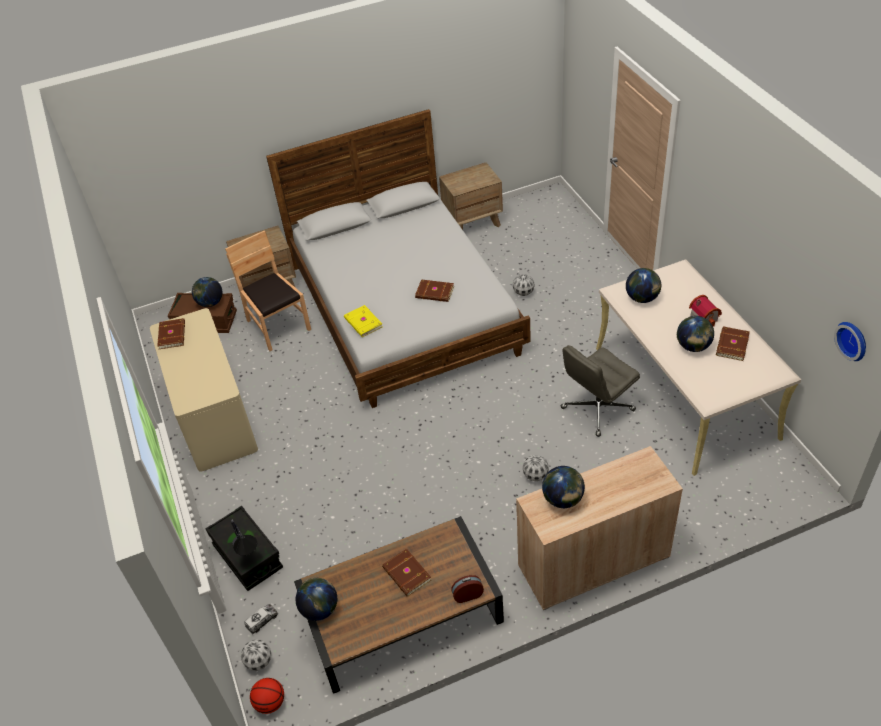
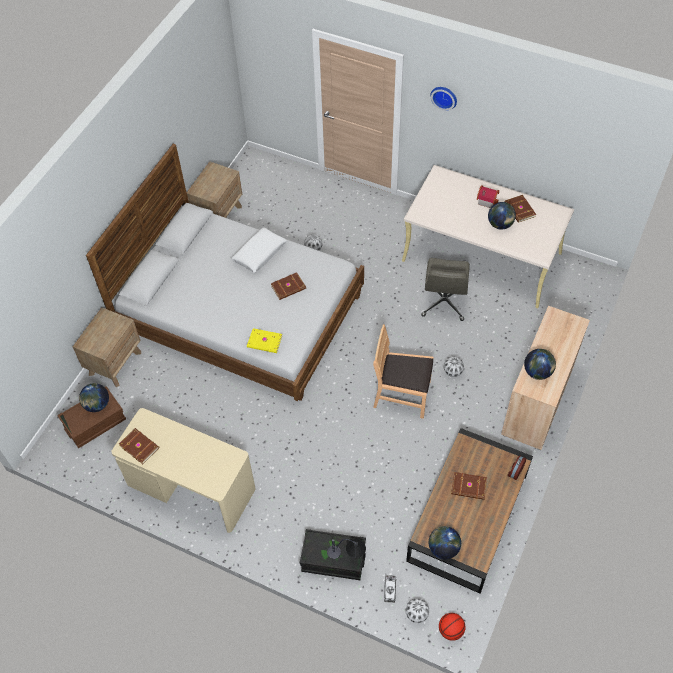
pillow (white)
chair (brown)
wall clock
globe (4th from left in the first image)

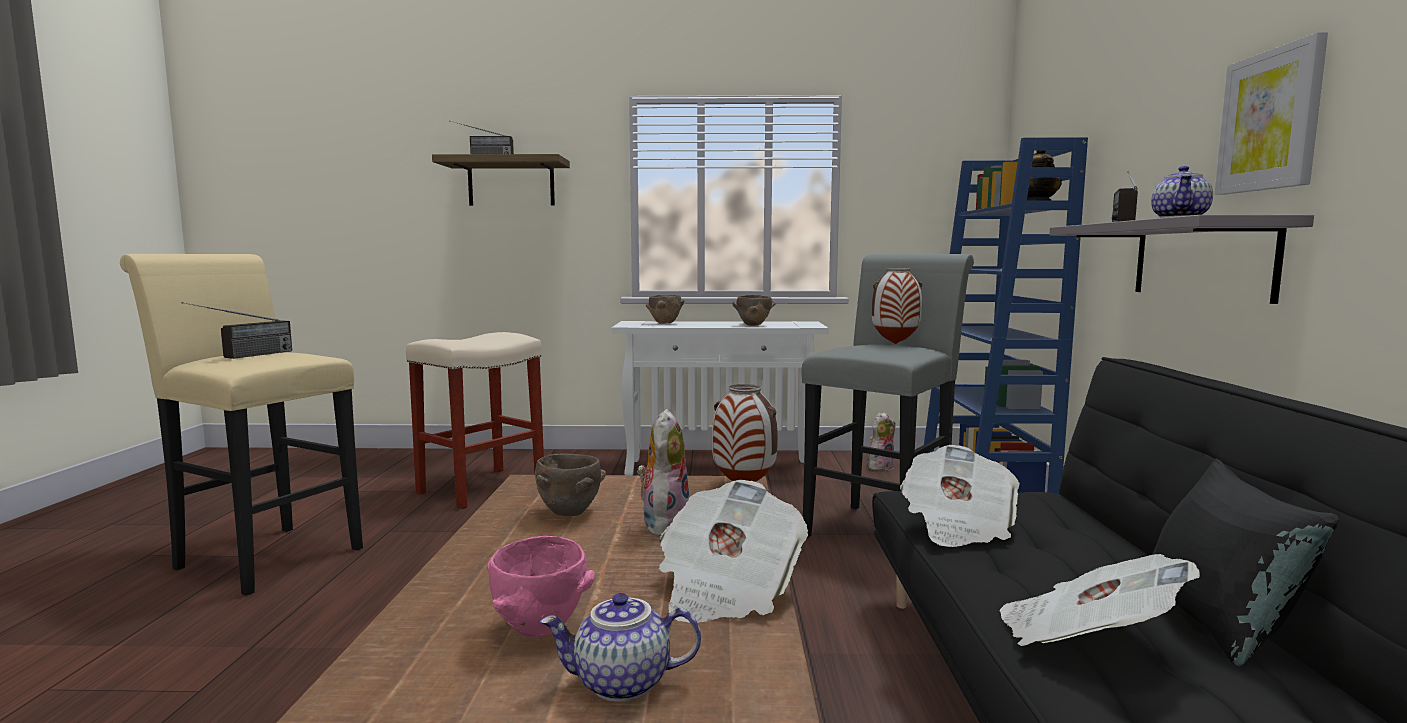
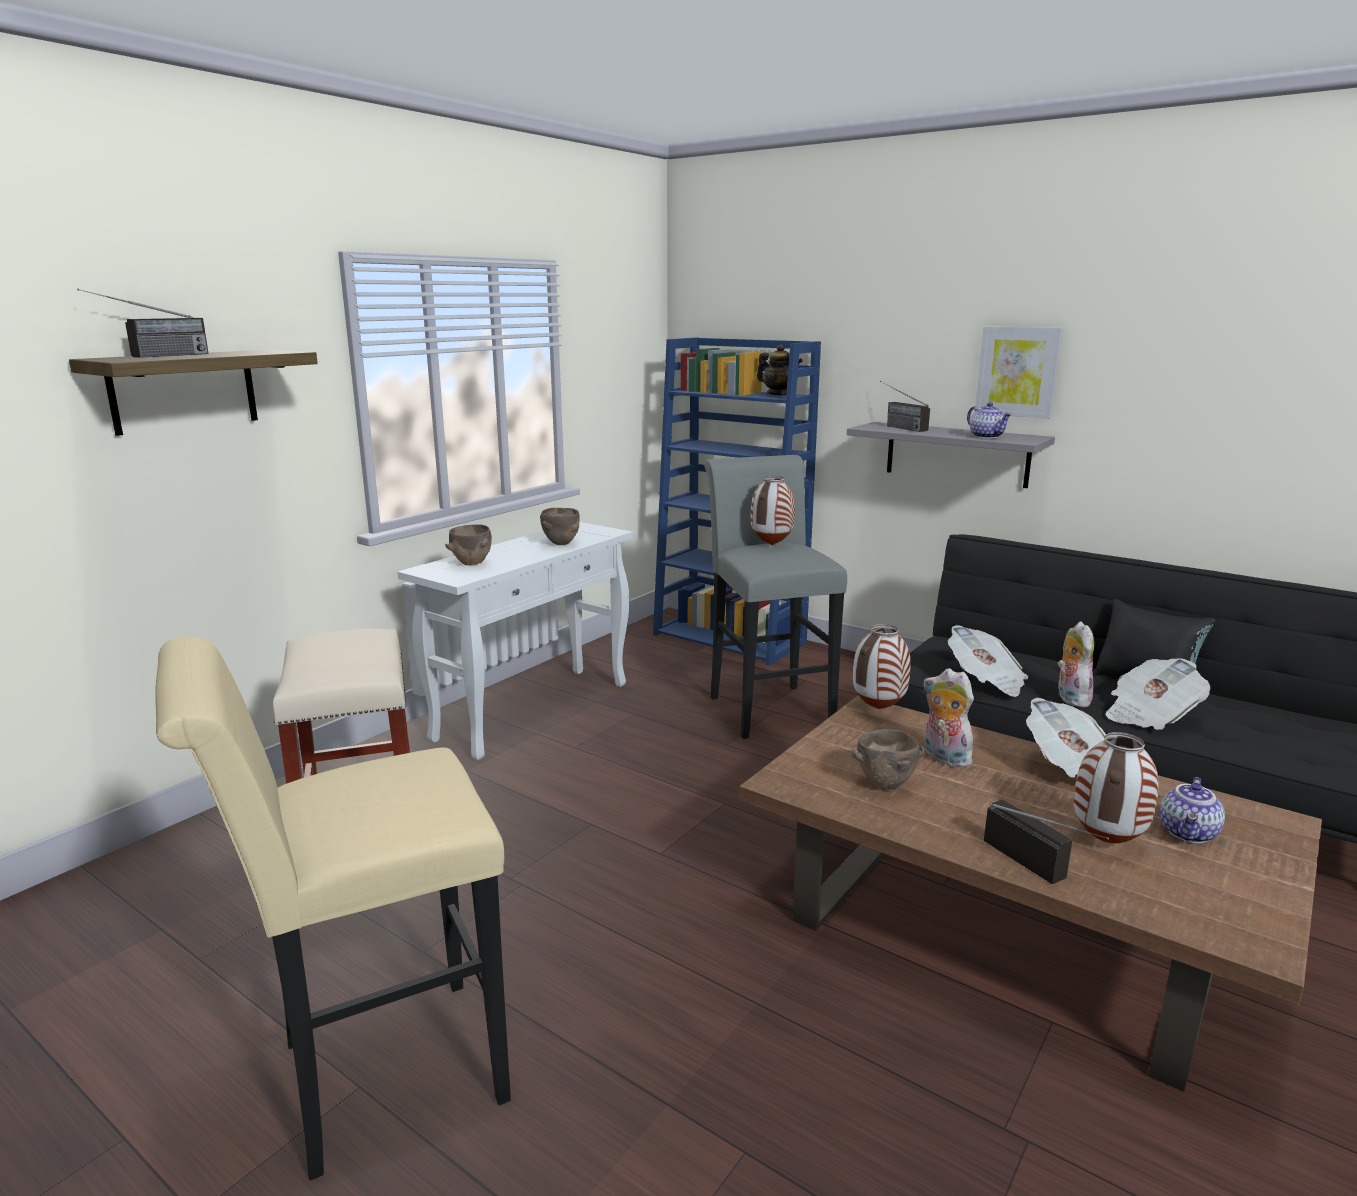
radio (3rd from left)
plush toy (2nd from left)
vase (3rd from left)

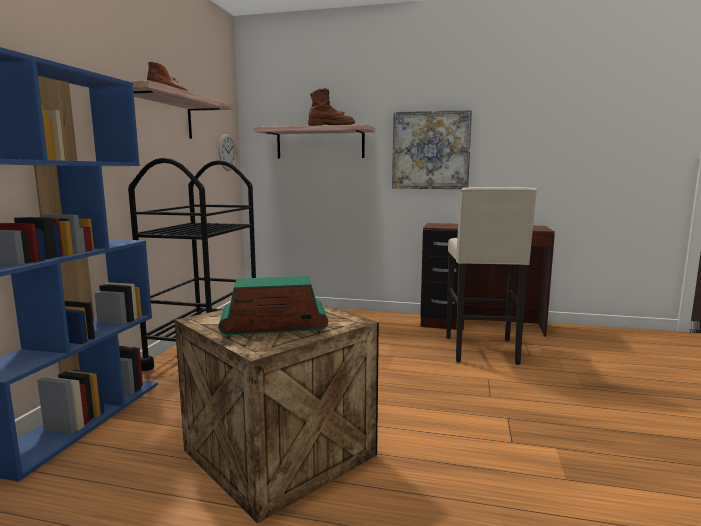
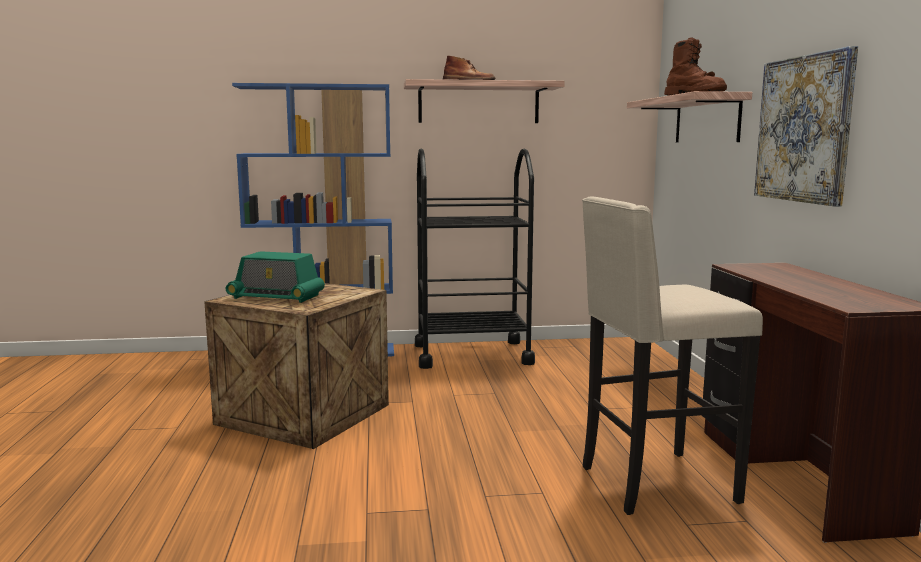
radio
wall clock

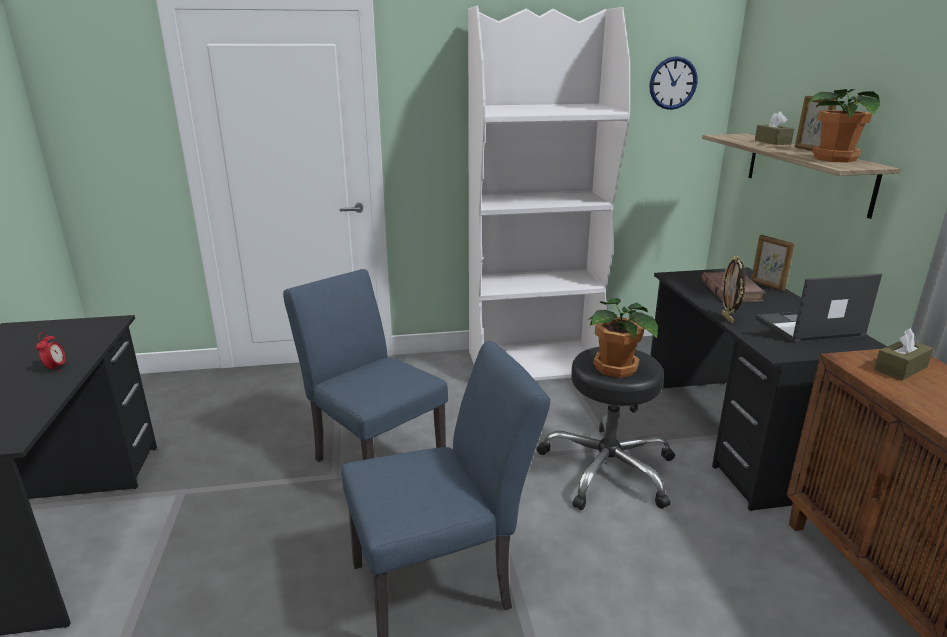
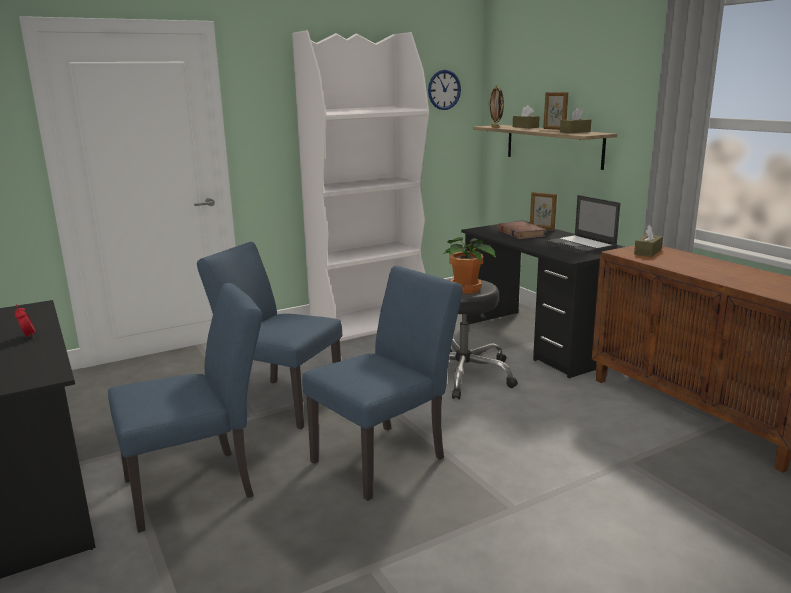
chair (blue) (1st from left)
picture frame (1st from left)
laptop
tissue box (brown) (2nd from left)

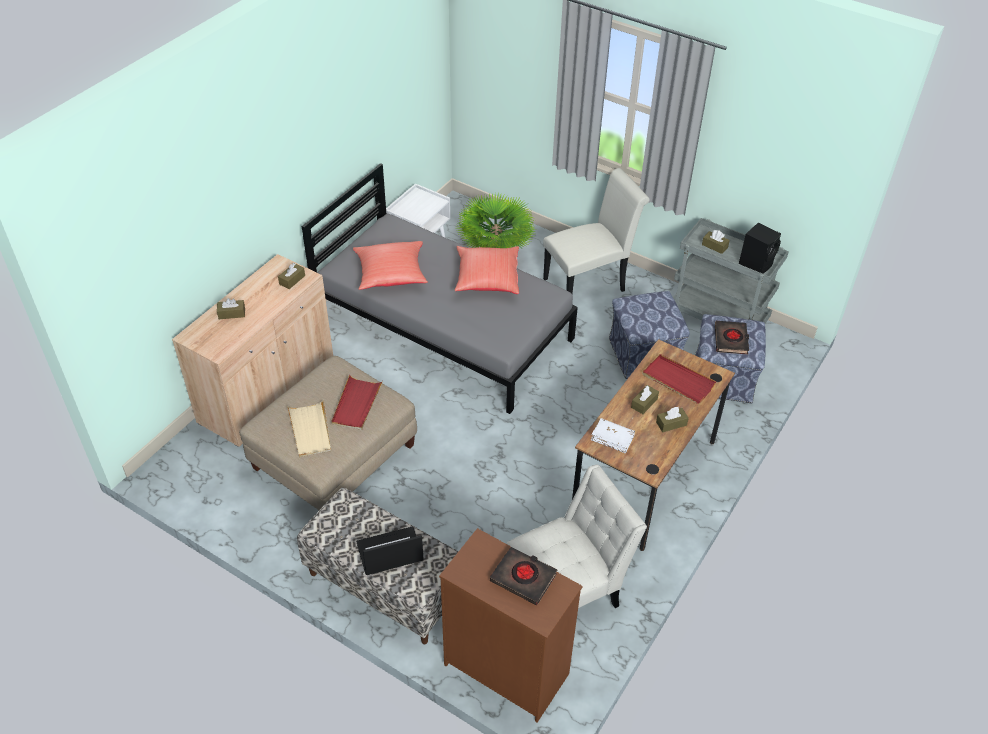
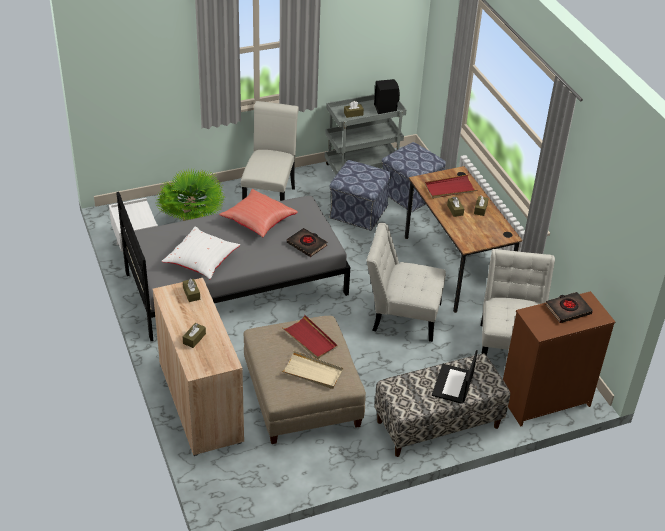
pillow (white)
book (black) (1st from left)
chair (white) (2nd from left)
book (white)

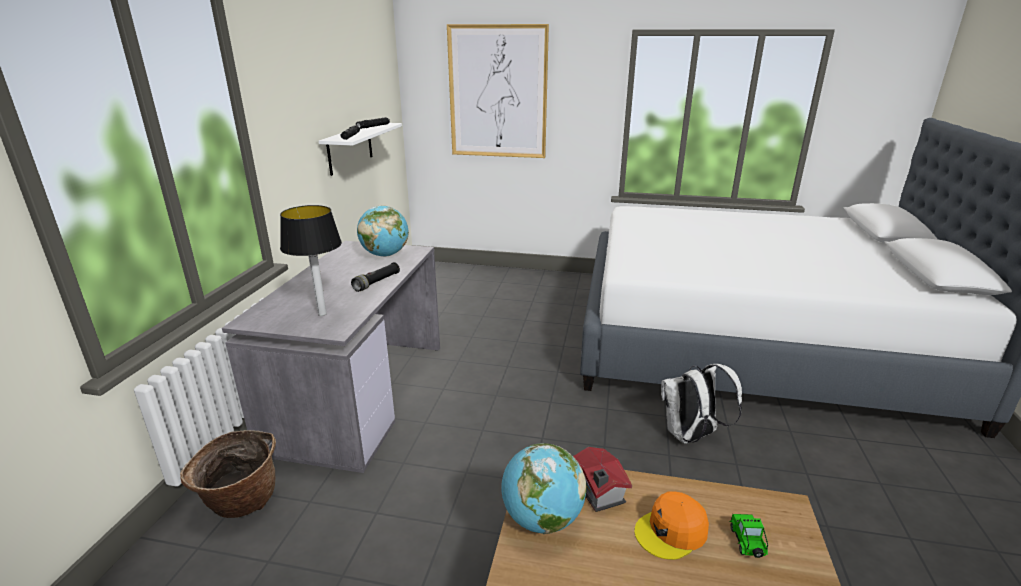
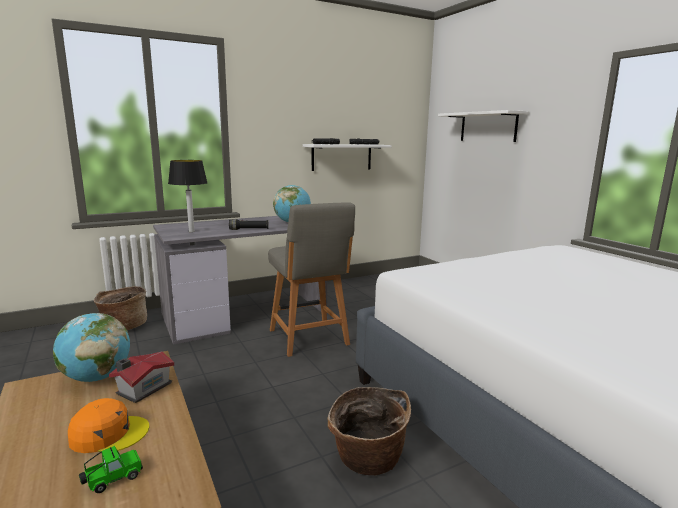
cap (orange)
chair (grey)
basket (2nd from left)
shelf (white) (2nd from left)

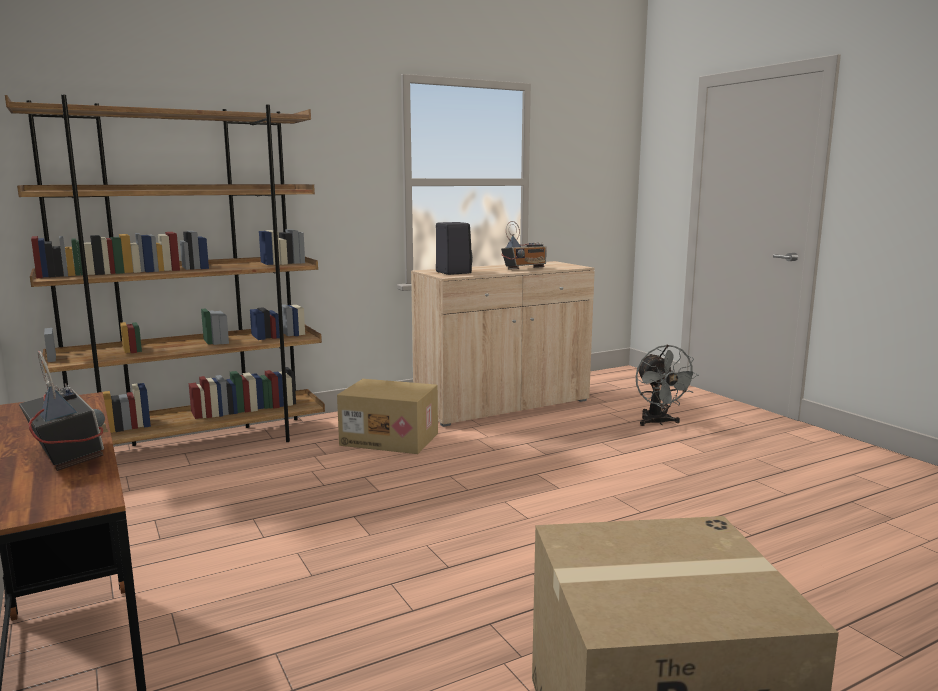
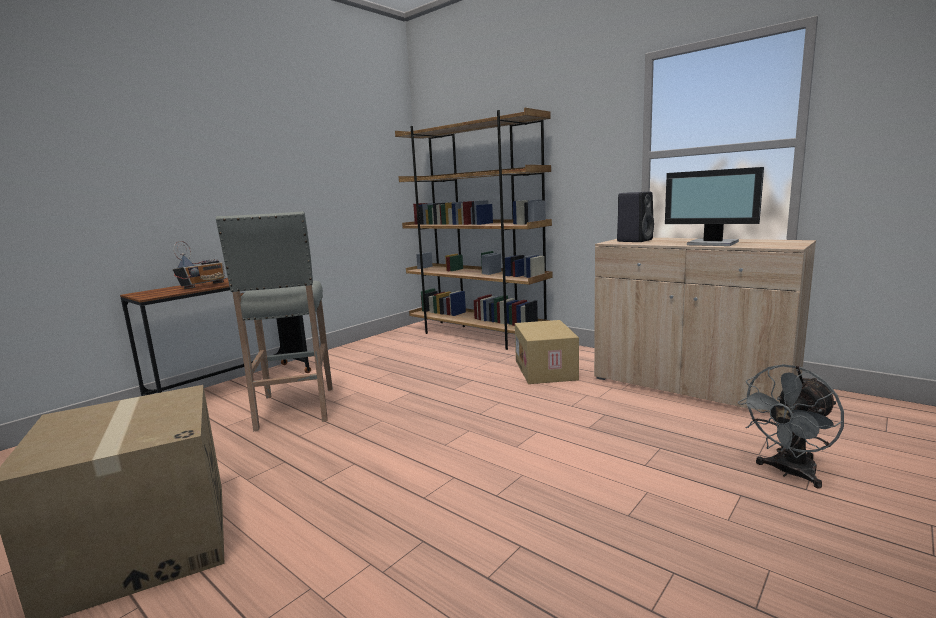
stool (grey)
monitor

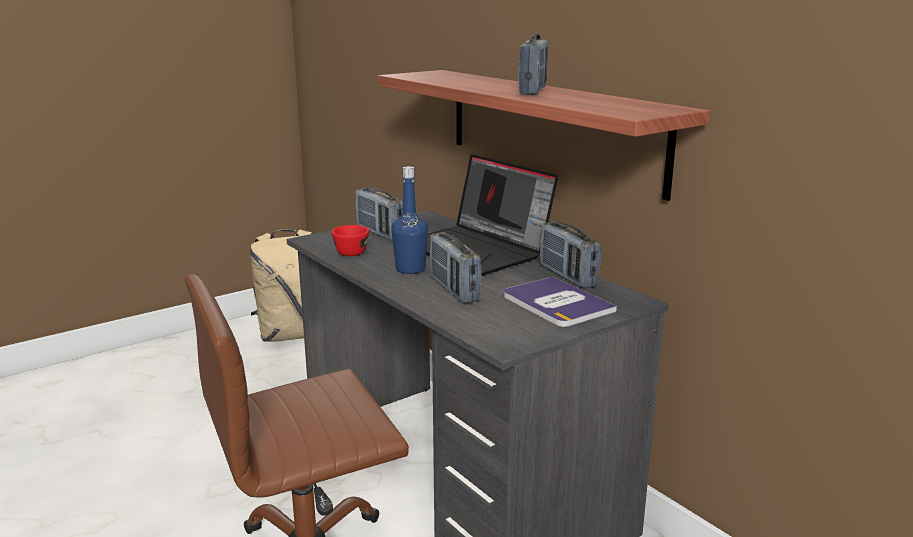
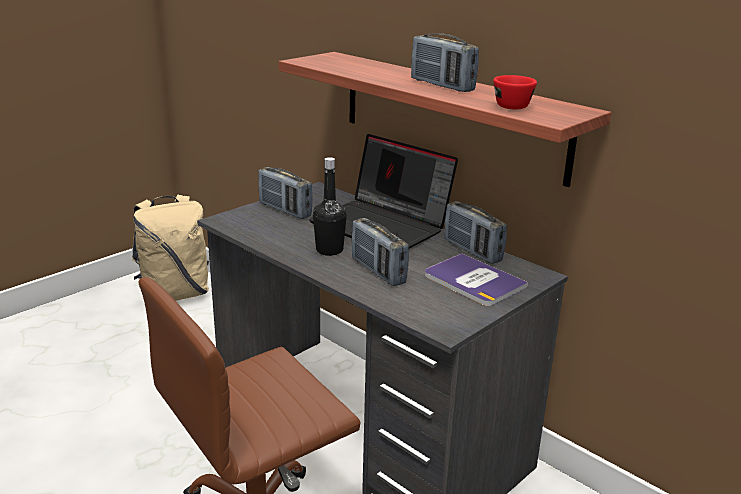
bottle (black)
radio (3rd from left)
cup (red)

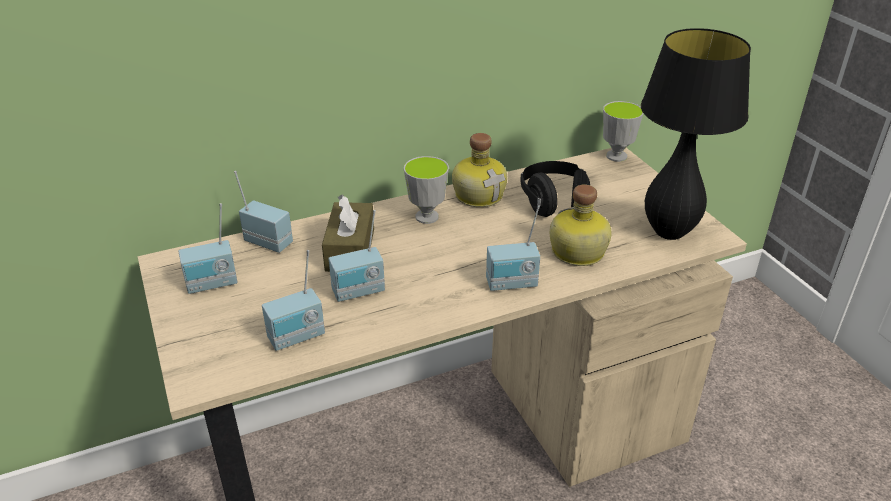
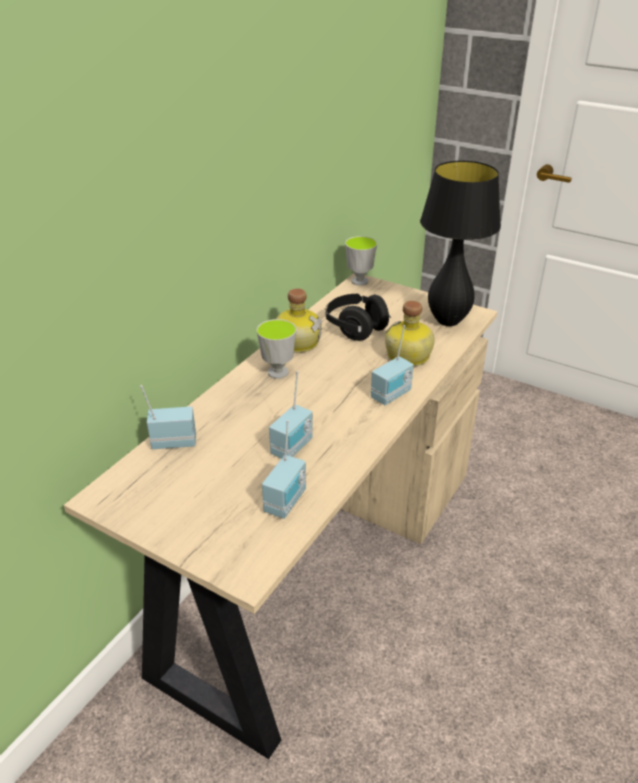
radio (1st from left in the first image)
tissue box (brown)

